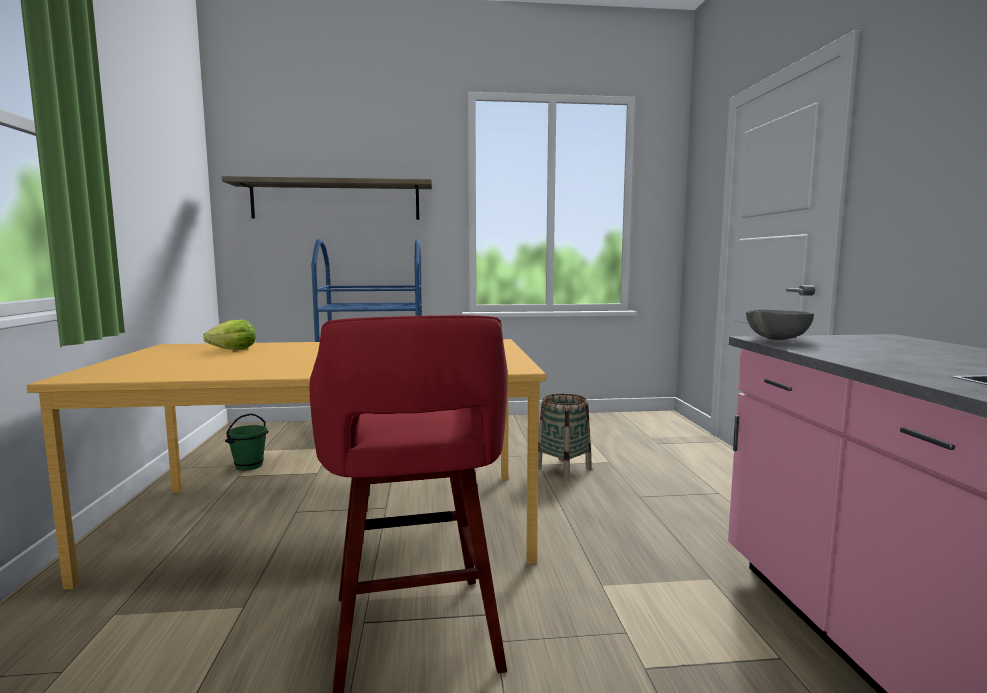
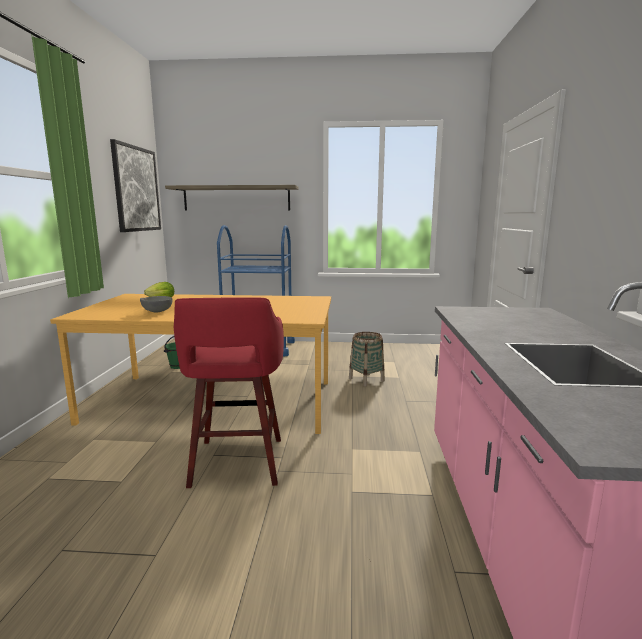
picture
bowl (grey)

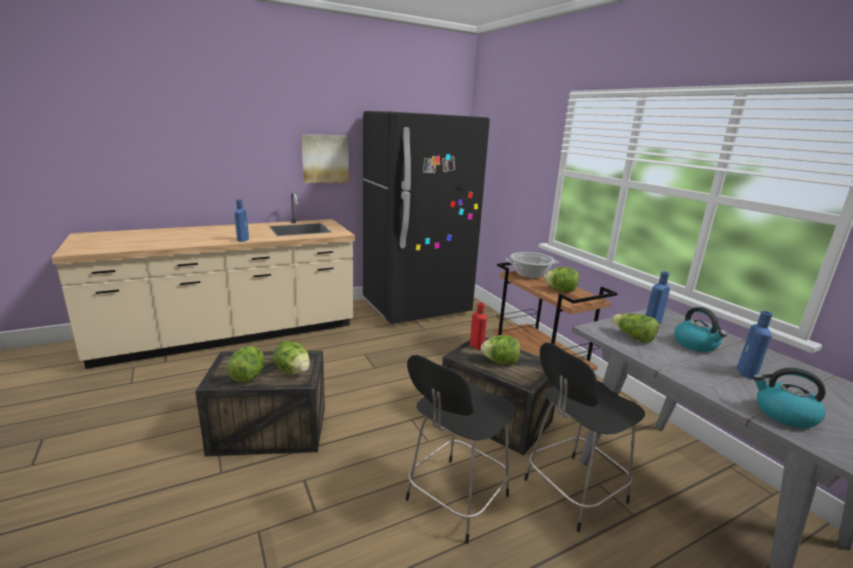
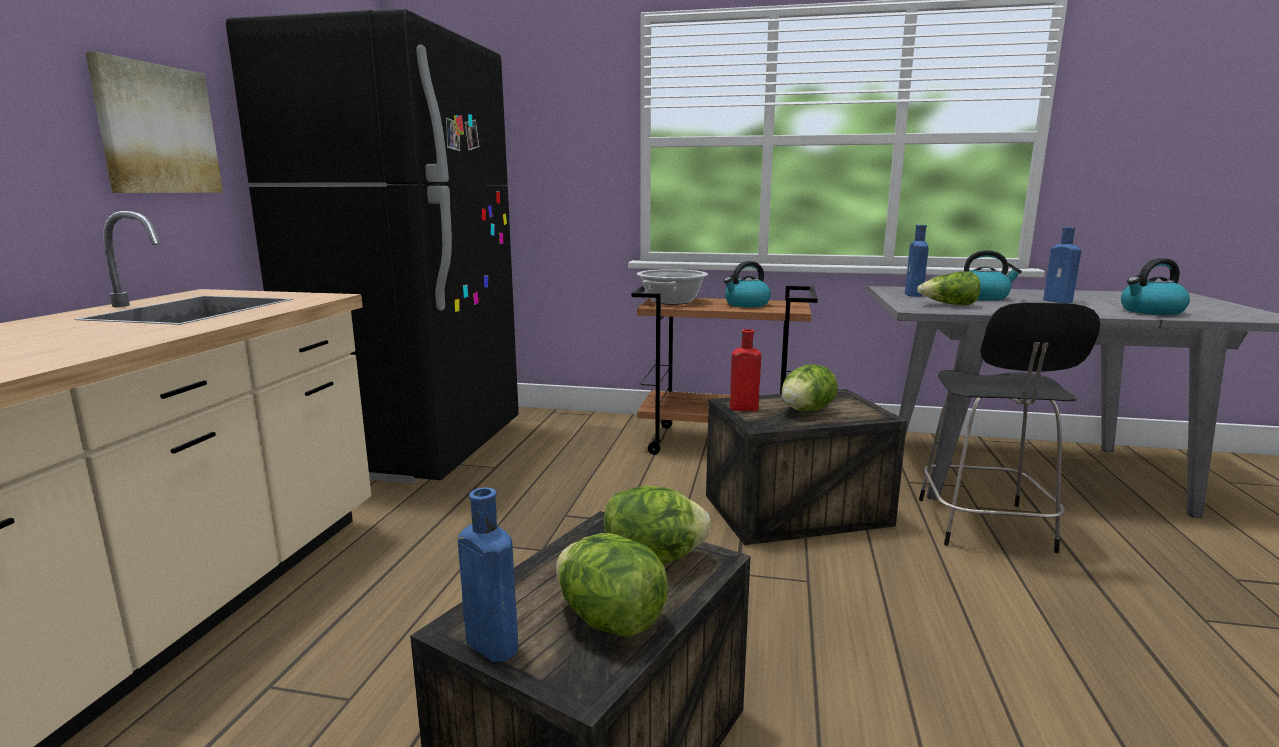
bottle (blue) (1st from left)
kettle (1st from left)
chair (black) (1st from left in the first image)

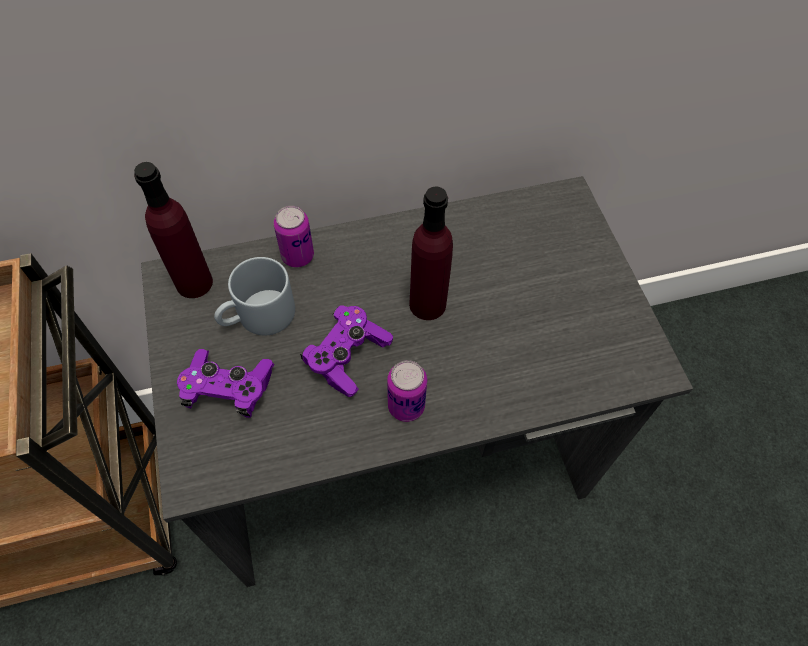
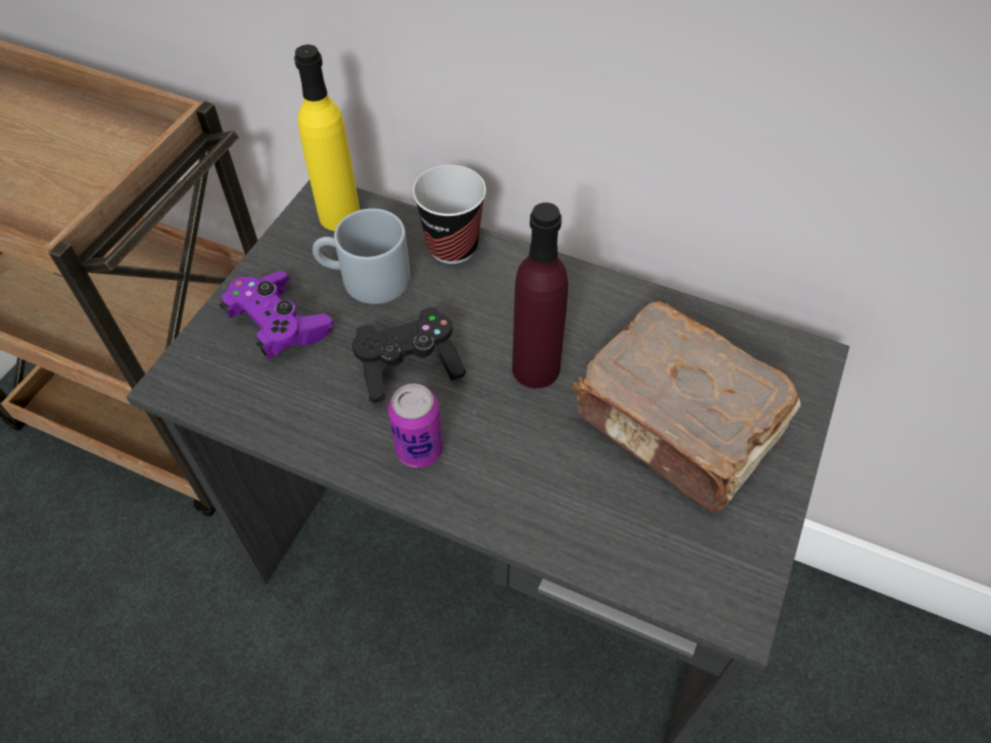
bottle (yellow)
game controller (black)
cup
book (brown)

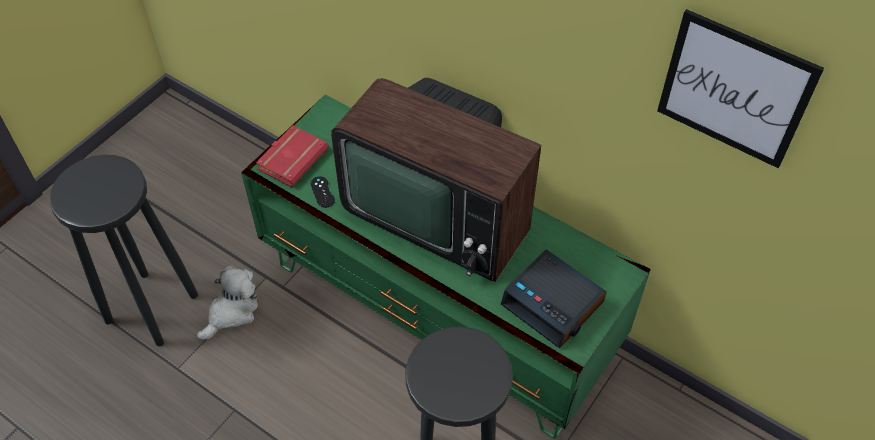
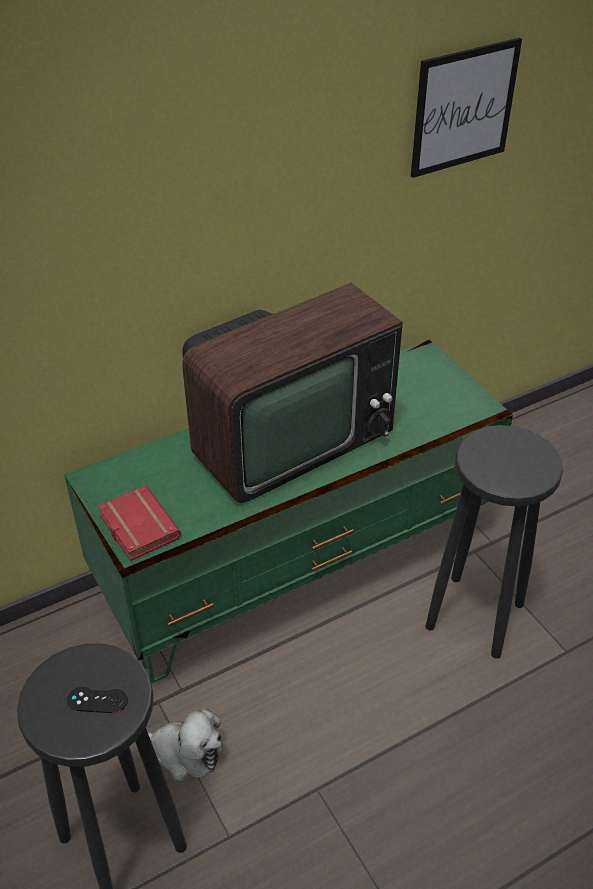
game controller (black)
plush toy
alarm clock

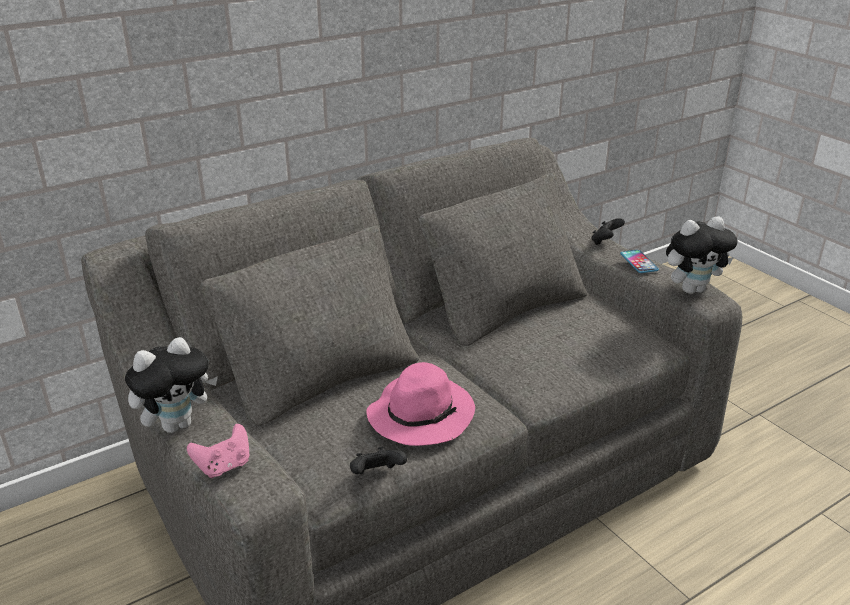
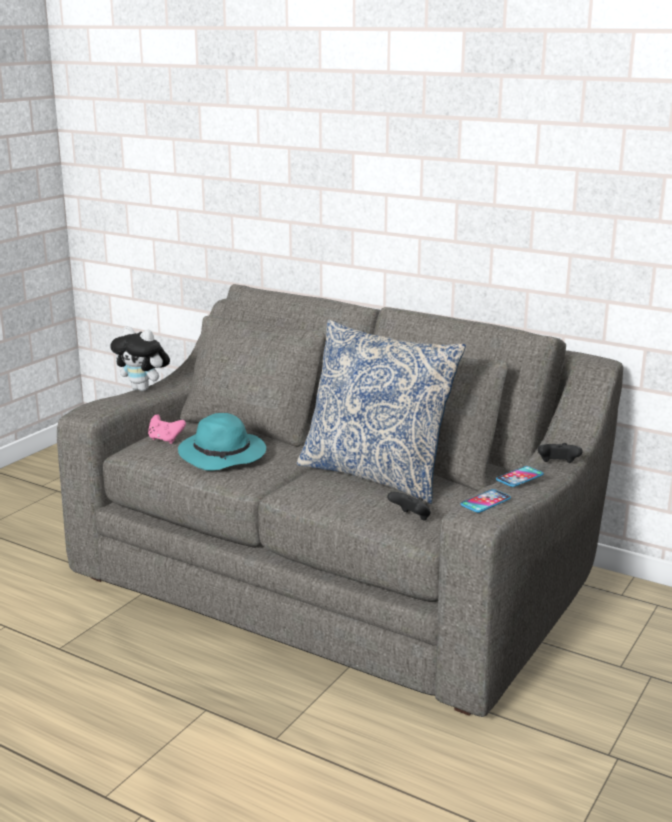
game controller (pink)
hat (turquoise)
pillow
game controller (black) (1st from left)
phone (1st from left)

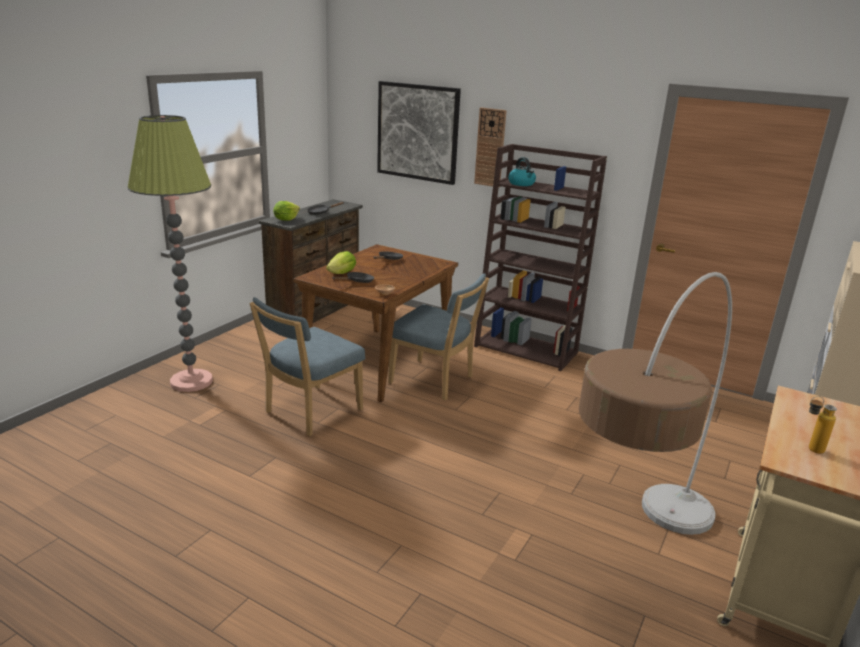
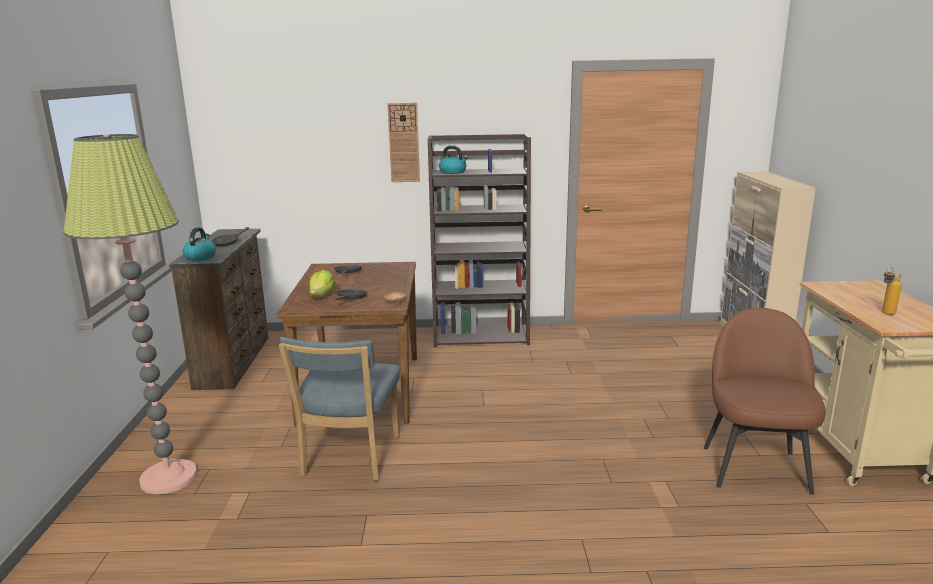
kettle (1st from left)
chair (brown)
picture
chair (blue) (2nd from left in the first image)

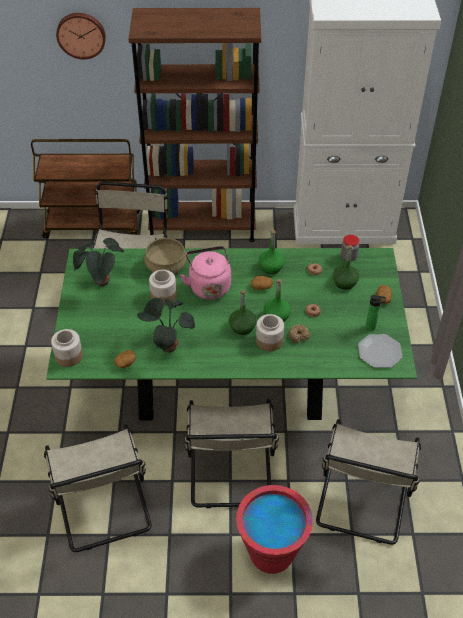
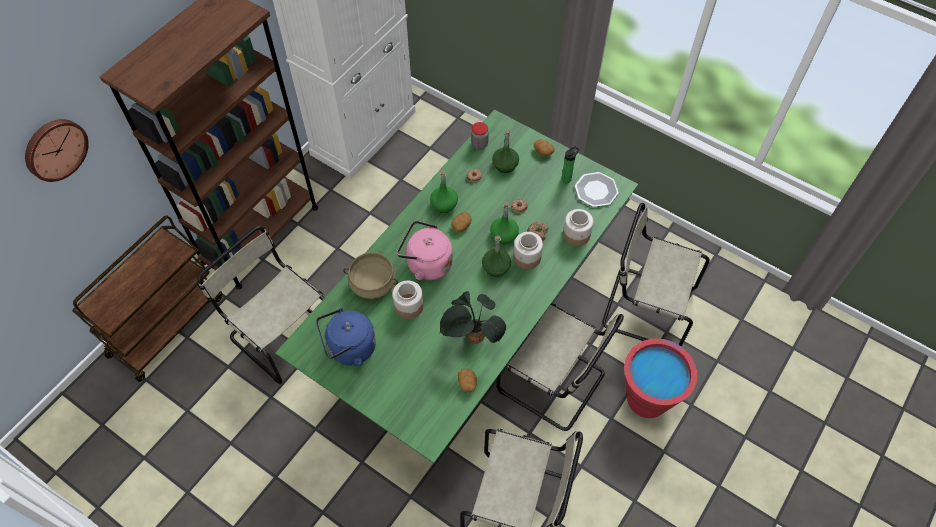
kettle (blue)
jar (4th from left)
chair (beige) (4th from left)

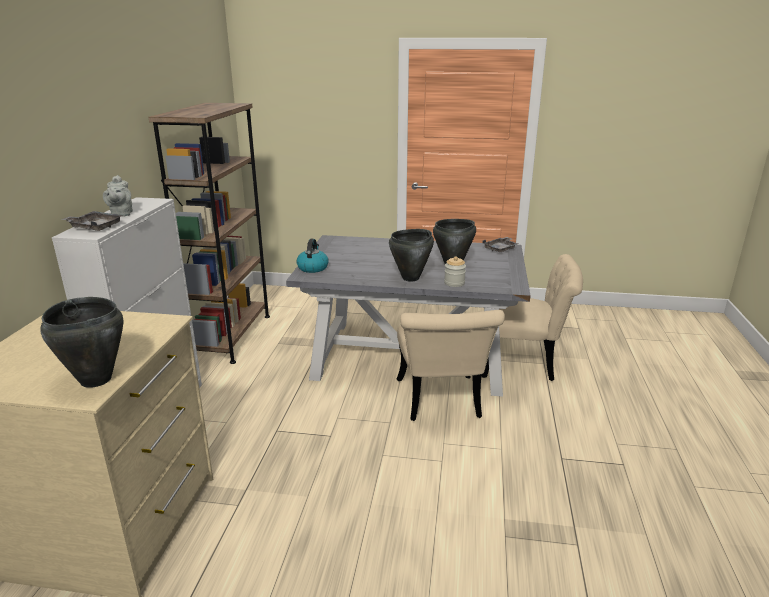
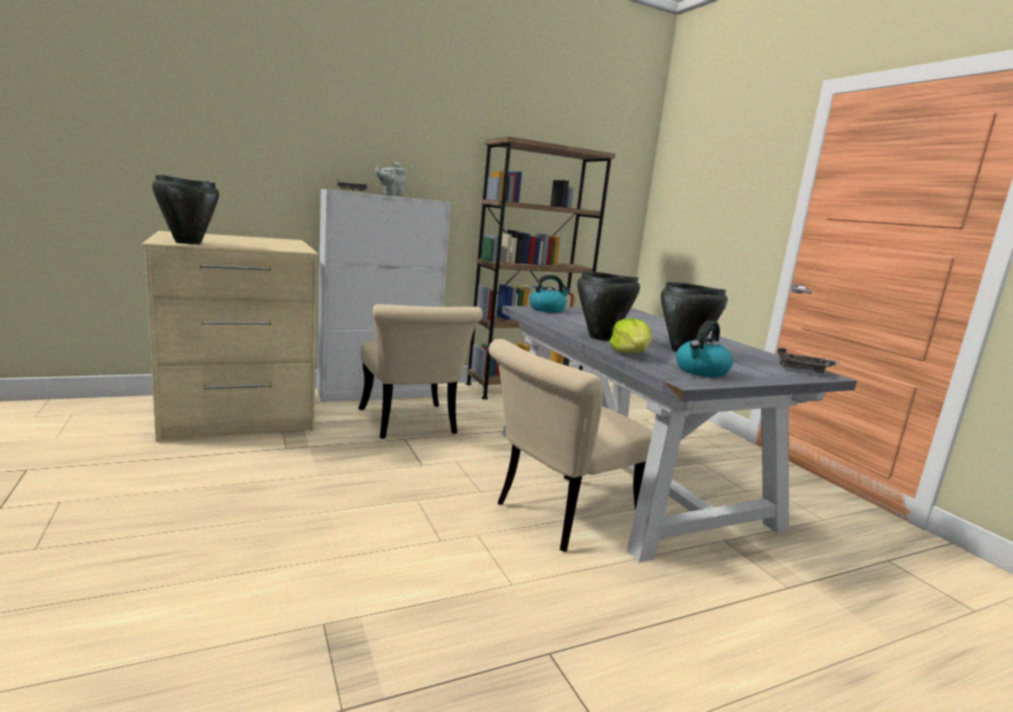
chair (beige) (1st from left)
lettuce
kettle (2nd from left)

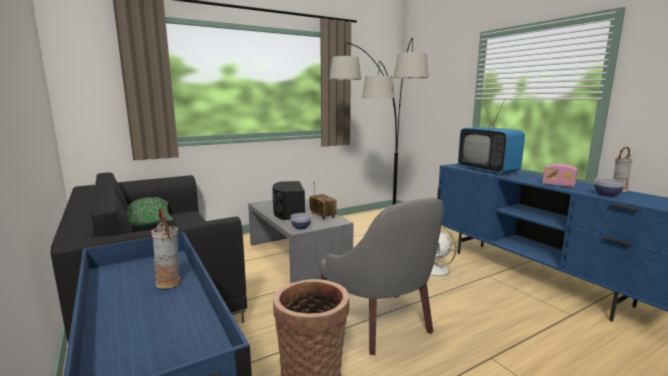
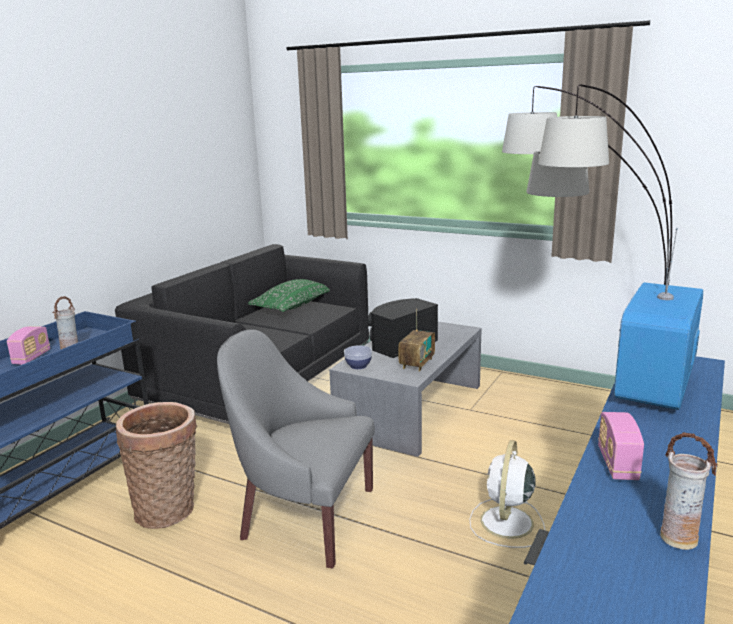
radio (1st from left)
armchair (grey)
bowl (2nd from left in the first image)

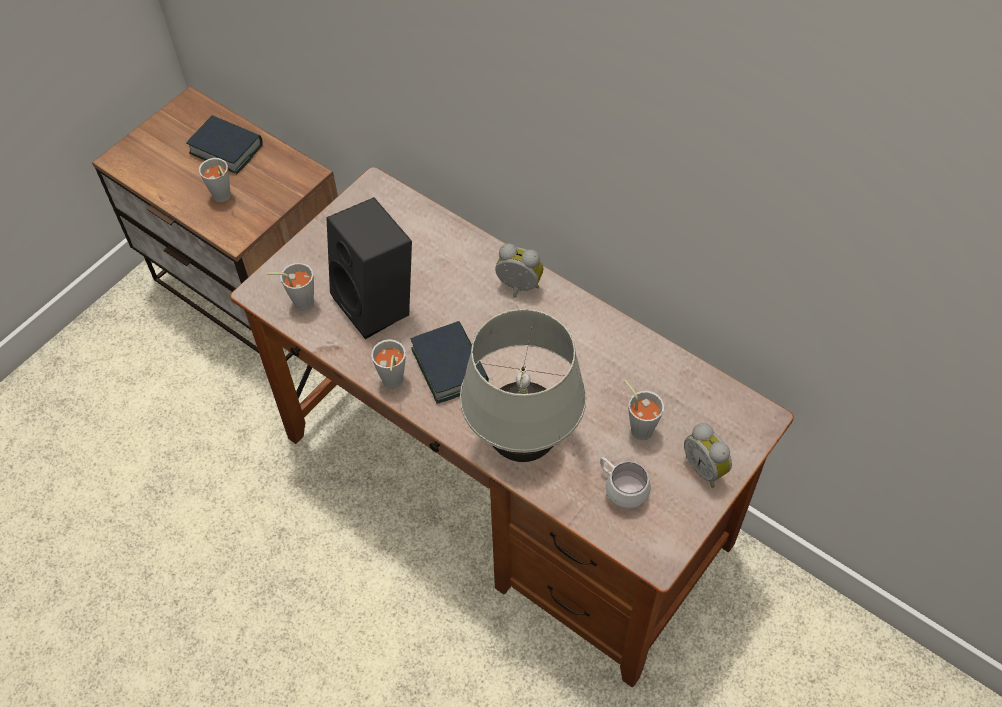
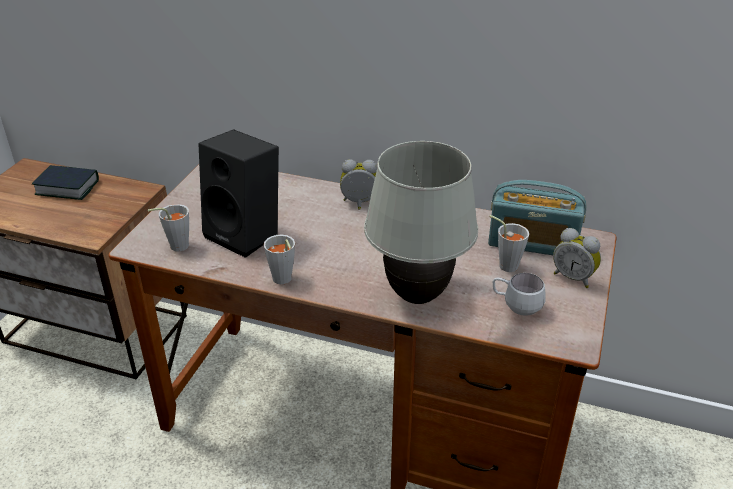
radio
cup (grey) (1st from left in the first image)
book (2nd from left in the first image)

